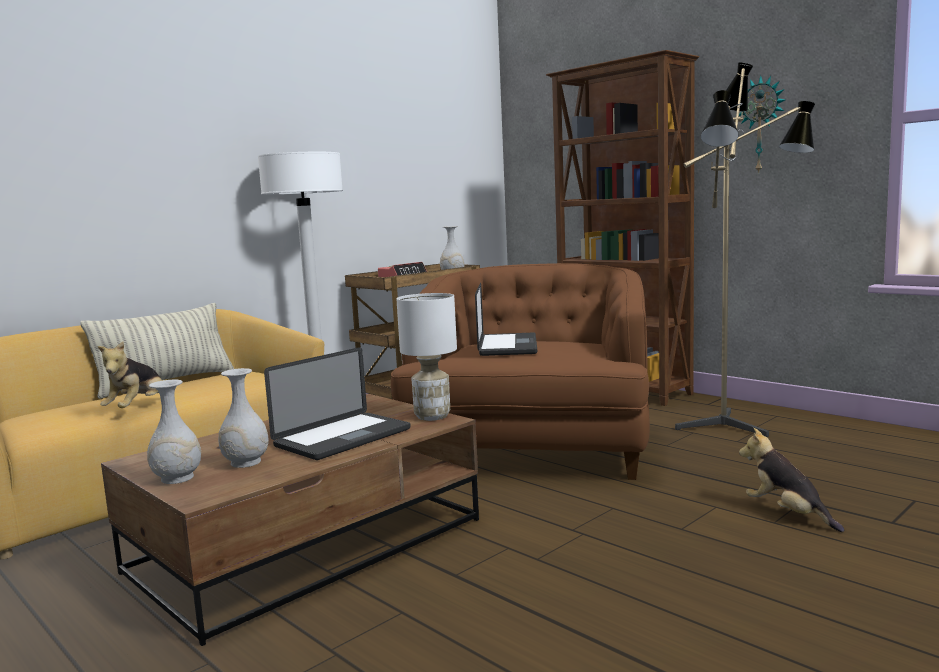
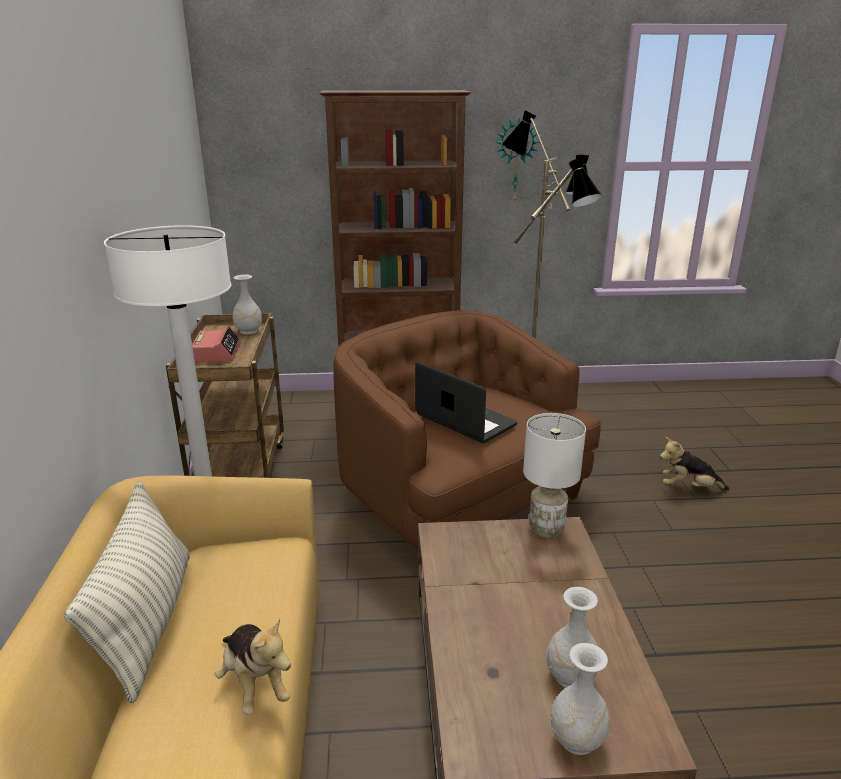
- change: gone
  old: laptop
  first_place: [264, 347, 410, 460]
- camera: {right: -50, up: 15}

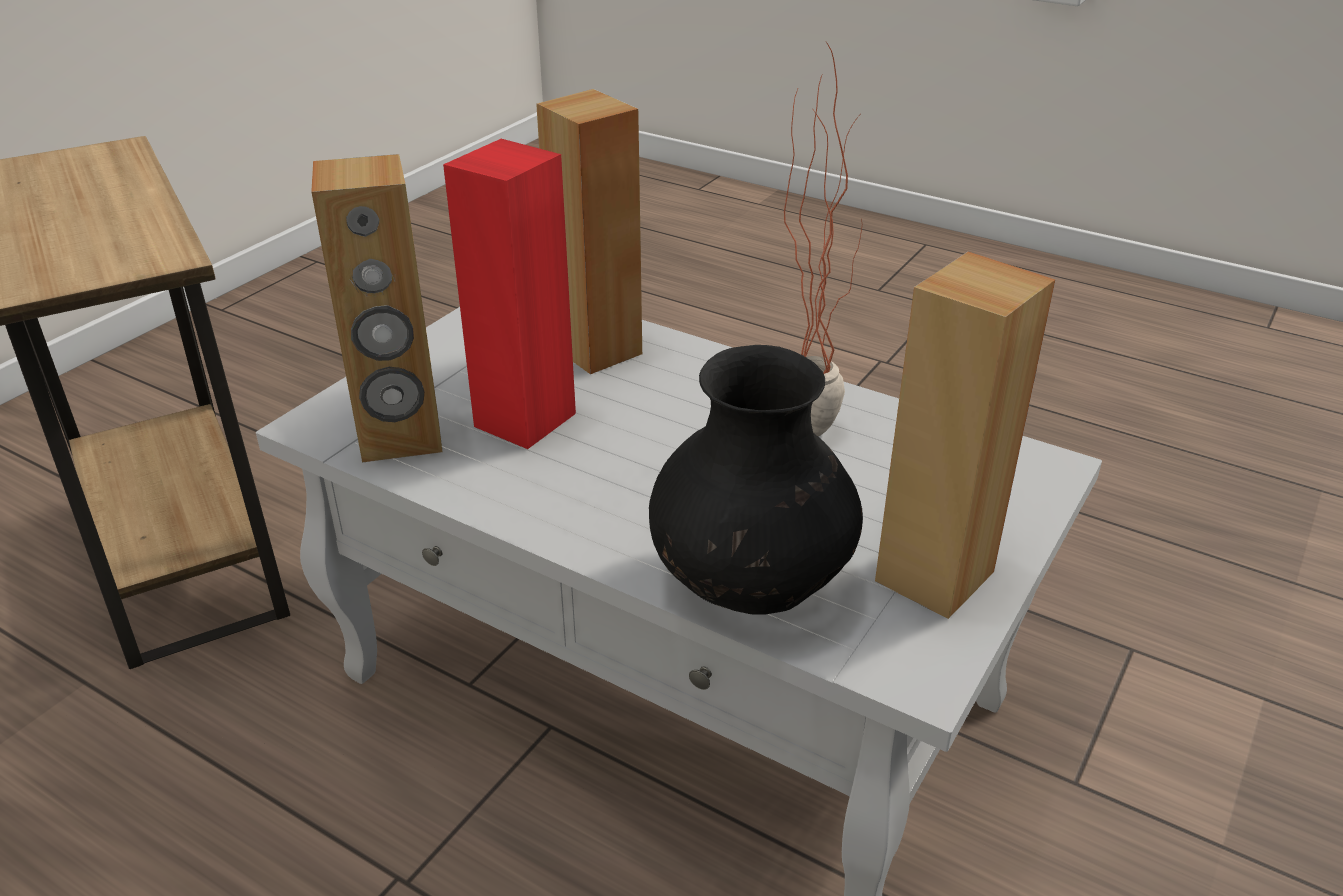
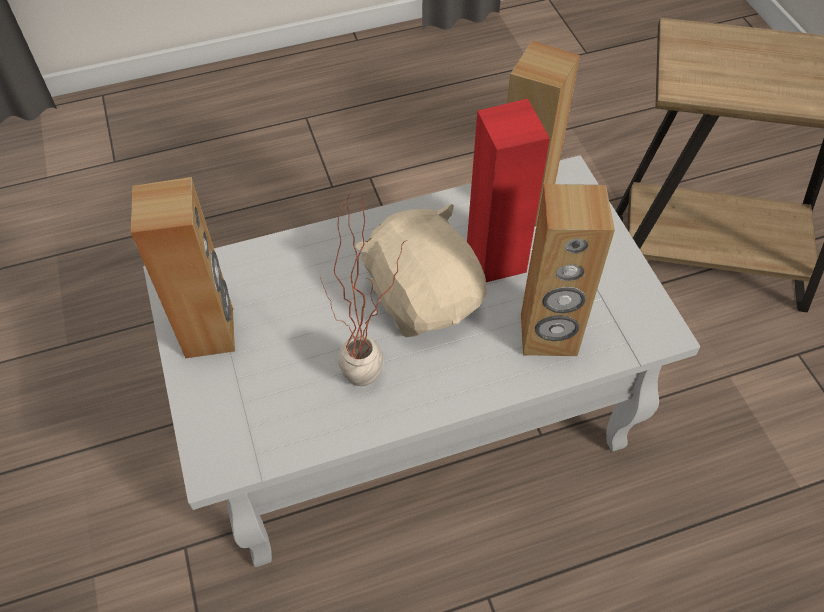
- change: gone
  old: black vase
  first_place: [649, 345, 863, 615]
- change: new
  new: beige plush toy
  second_place: [356, 204, 487, 337]
- camera: {right: 130, up: 20}

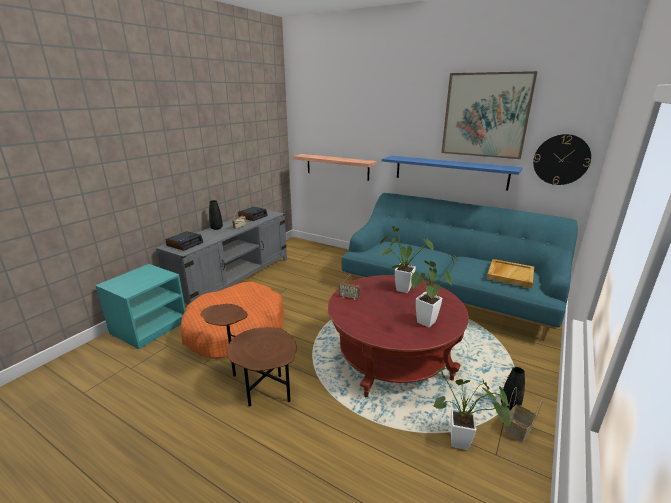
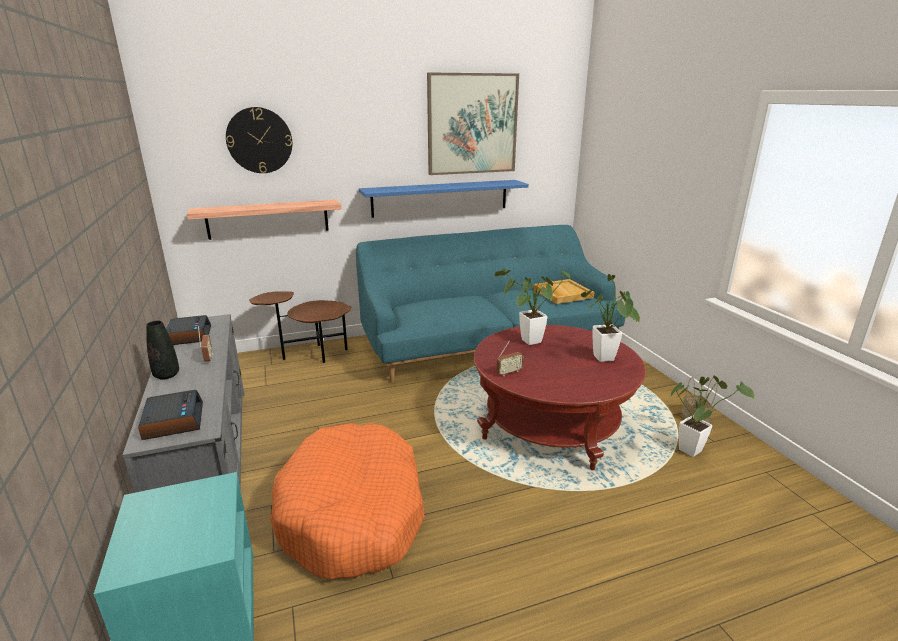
- change: shifted
  old: brown side table
  first_place: [200, 304, 297, 406]
  second_place: [249, 291, 351, 363]
- change: gone
  old: black vase
  first_place: [501, 367, 525, 410]
- change: shifted
  old: wall clock
  first_place: [533, 134, 591, 185]
  second_place: [226, 107, 292, 173]
- camera: {right: -50, up: 0}

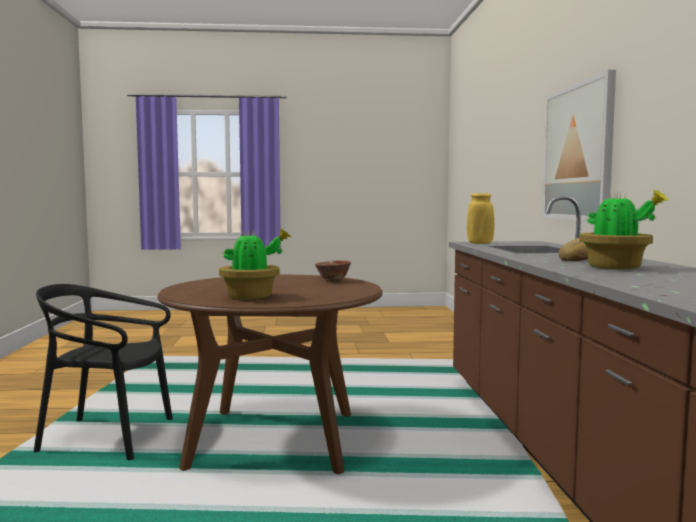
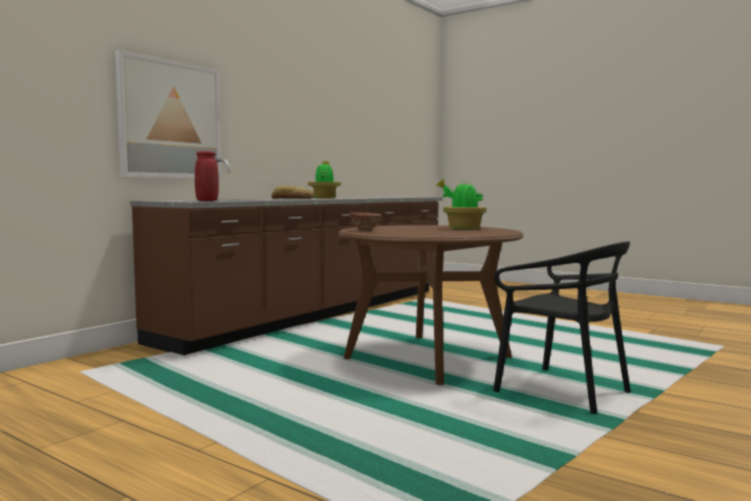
- change: repainted
  old: yellow vase
  new: red vase
  first_place: [467, 193, 494, 244]
  second_place: [195, 151, 219, 201]
- camera: {right: -140, up: 0}

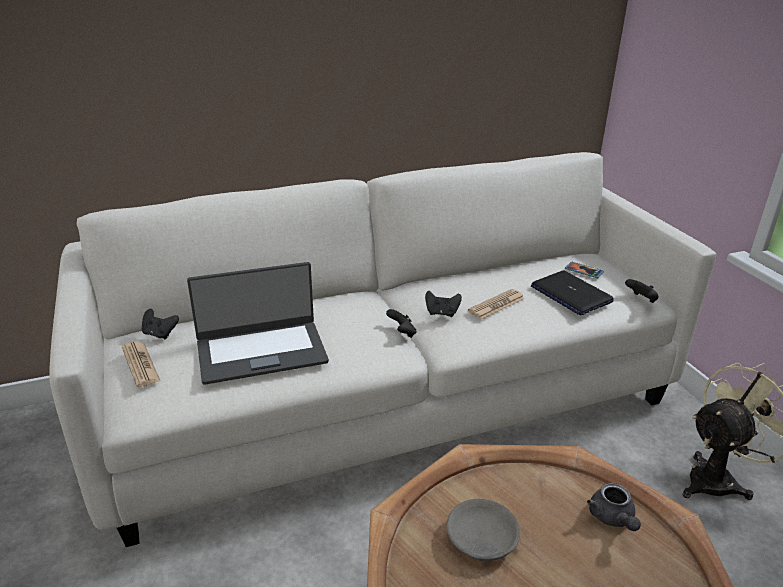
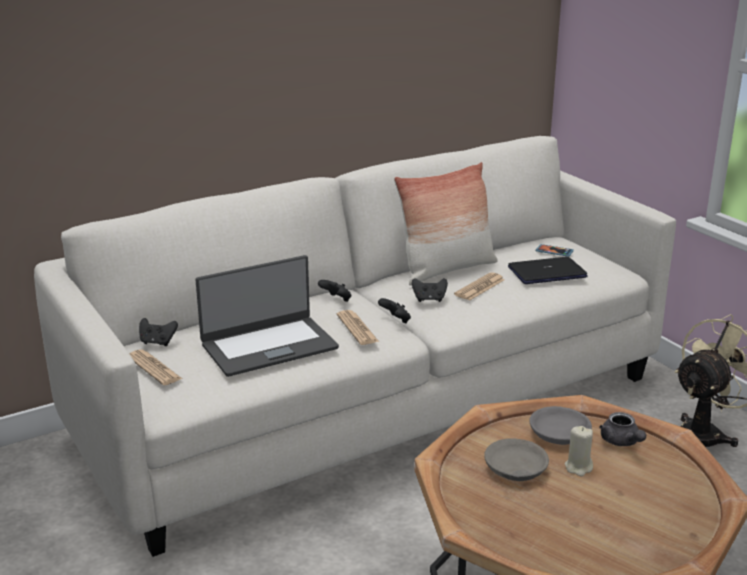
- change: rotated
  old: laptop
  first_place: [531, 271, 614, 315]
  second_place: [508, 257, 588, 284]
  degrees: 120
- change: shifted
  old: black game controller
  first_place: [625, 279, 658, 303]
  second_place: [318, 280, 351, 302]
- change: new
  new: newspaper
  second_place: [337, 310, 379, 345]
- change: new
  new: pillow
  second_place: [394, 162, 498, 286]
- change: new
  new: grey bowl
  second_place: [529, 406, 592, 445]
- change: new
  new: beige candle
  second_place: [565, 426, 593, 477]
- camera: {right: -10, up: -5}

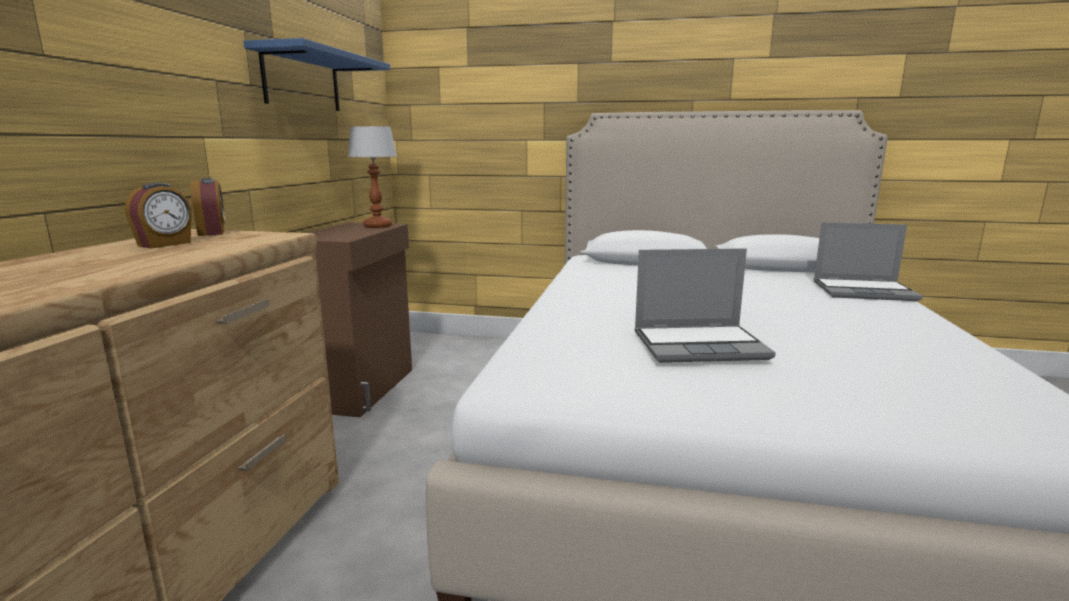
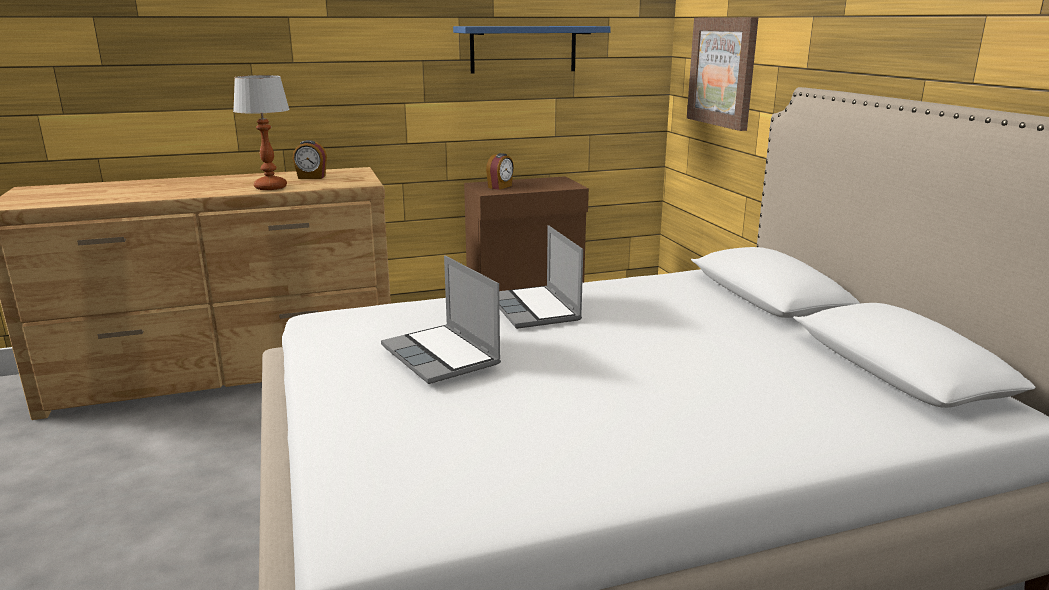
- change: shifted
  old: alarm clock
  first_place: [190, 178, 225, 236]
  second_place: [486, 153, 514, 190]
- change: shifted
  old: table lamp
  first_place: [348, 126, 397, 228]
  second_place: [233, 75, 290, 190]
- change: shifted
  old: laptop
  first_place: [814, 222, 923, 301]
  second_place: [499, 225, 583, 329]
- change: new
  new: picture
  second_place: [687, 17, 759, 131]
- camera: {right: 60, up: 5}

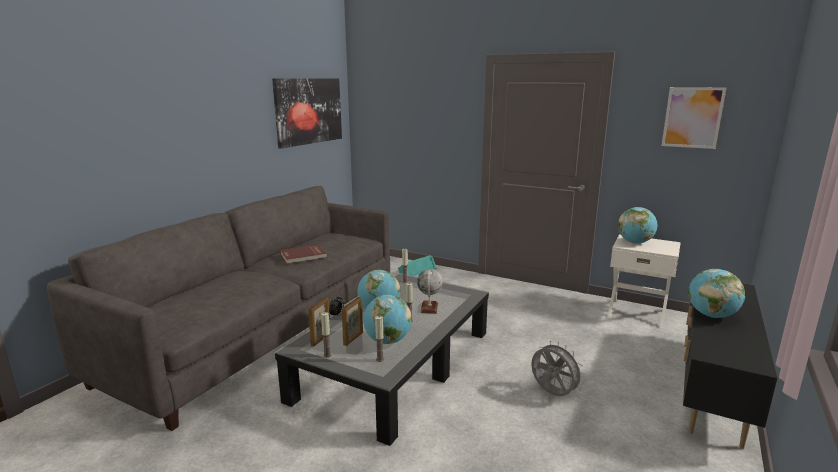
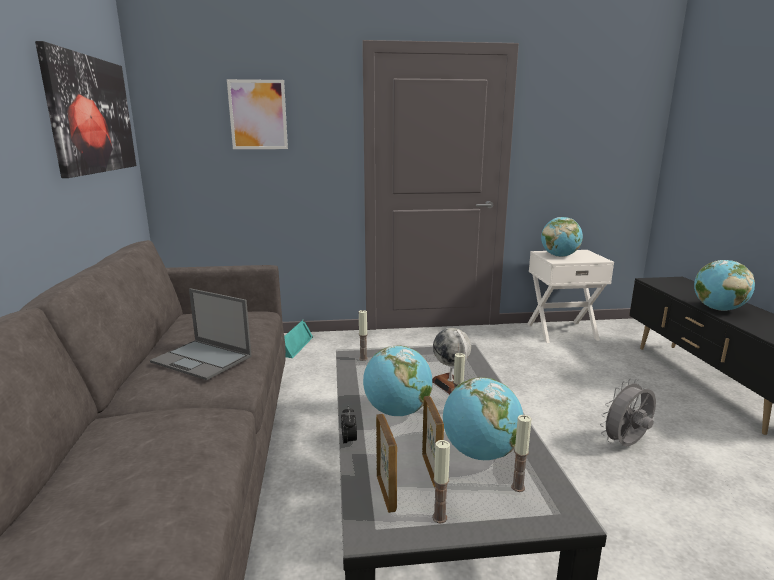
- change: swapped
  old: red book
  new: laptop
  first_place: [280, 245, 327, 264]
  second_place: [150, 288, 252, 380]
- change: rotated
  old: grey fan
  first_place: [531, 341, 585, 396]
  second_place: [600, 379, 656, 447]
  degrees: -45
- change: shifted
  old: picture
  first_place: [661, 87, 727, 149]
  second_place: [227, 79, 288, 149]
- camera: {right: -35, up: 0}

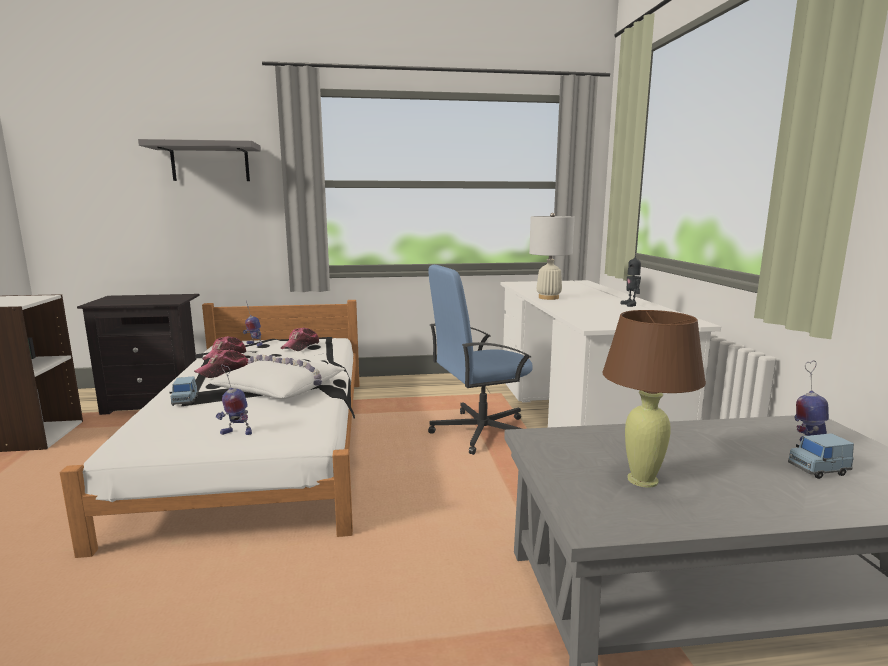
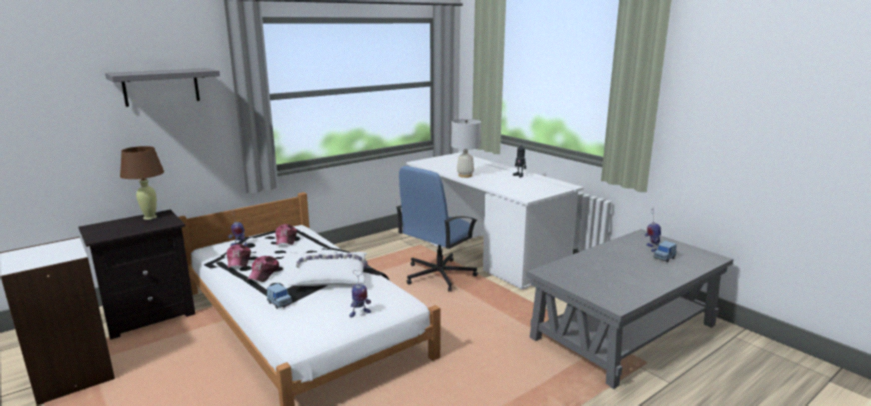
- change: shifted
  old: brown table lamp
  first_place: [602, 310, 706, 488]
  second_place: [120, 146, 164, 220]
- camera: {right: -30, up: 5}

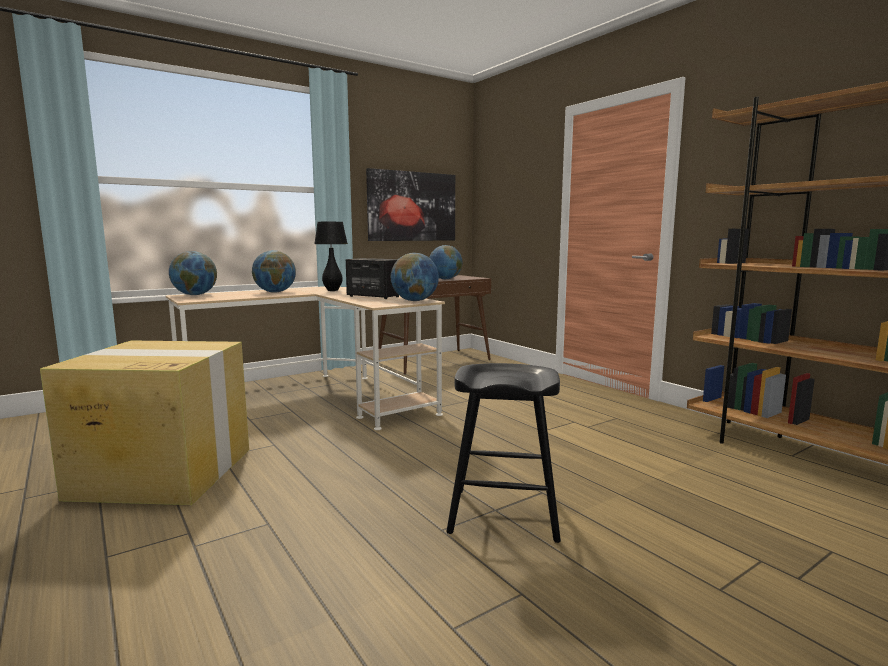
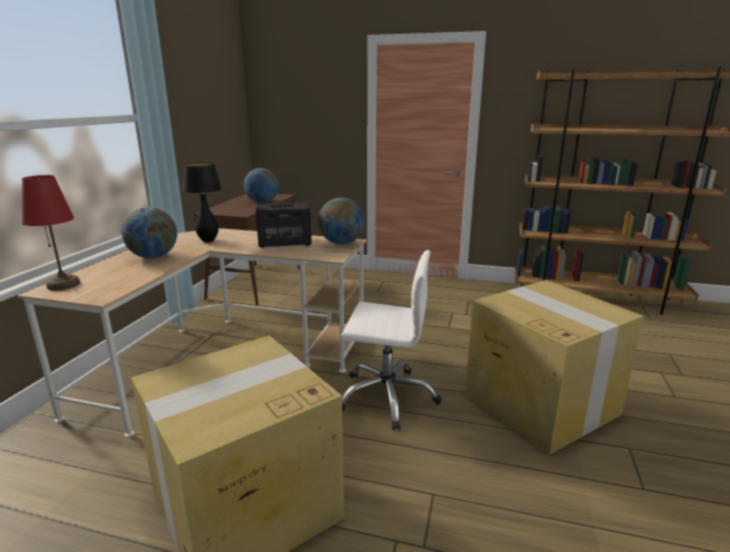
- change: swapped
  old: globe
  new: red table lamp
  first_place: [169, 251, 217, 295]
  second_place: [22, 175, 80, 291]
- change: gone
  old: picture
  first_place: [366, 168, 455, 241]
- change: swapped
  old: black stool
  new: cardboard box
  first_place: [446, 363, 561, 543]
  second_place: [465, 280, 644, 455]
- change: new
  new: white office chair
  second_place: [341, 250, 441, 430]
- camera: {right: -40, up: 10}

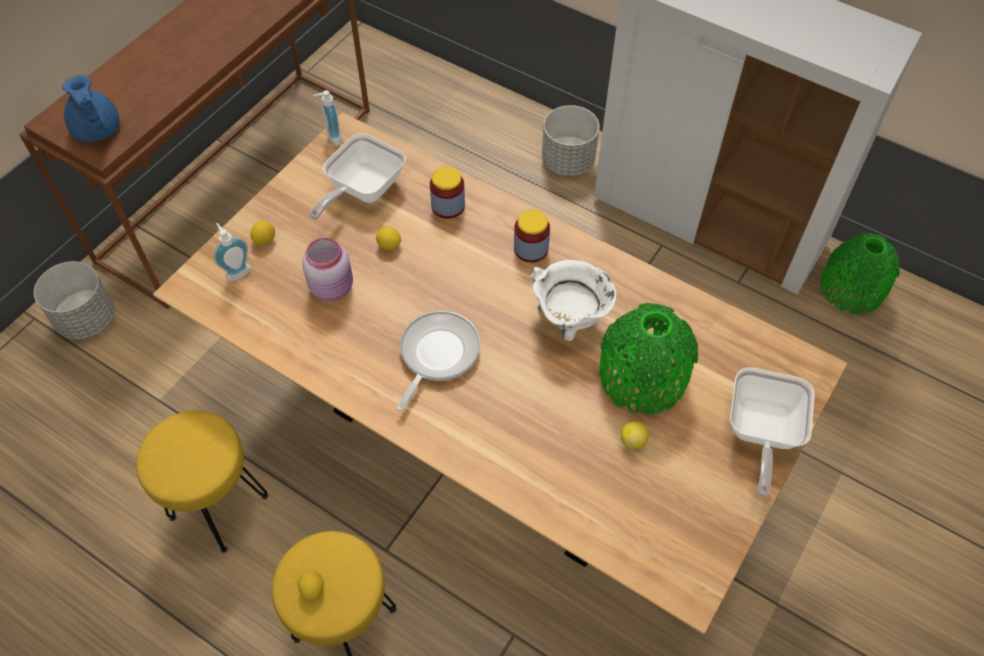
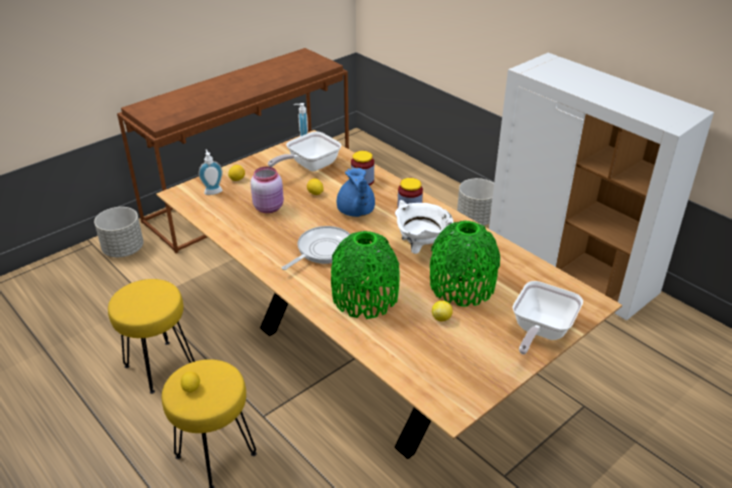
- change: shifted
  old: blue teapot
  first_place: [62, 75, 120, 142]
  second_place: [337, 168, 375, 217]
- change: shifted
  old: green vase
  first_place: [821, 233, 900, 315]
  second_place: [331, 231, 400, 319]
- camera: {right: 15, up: -20}

